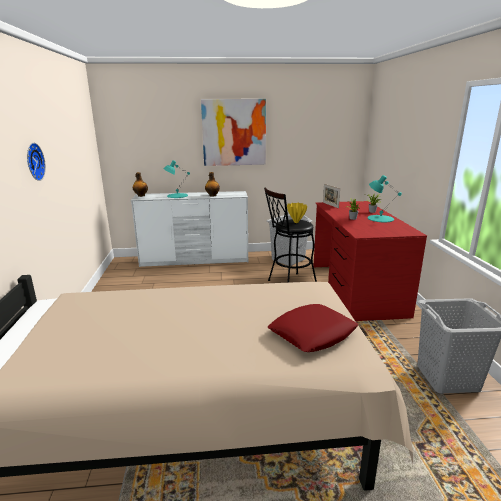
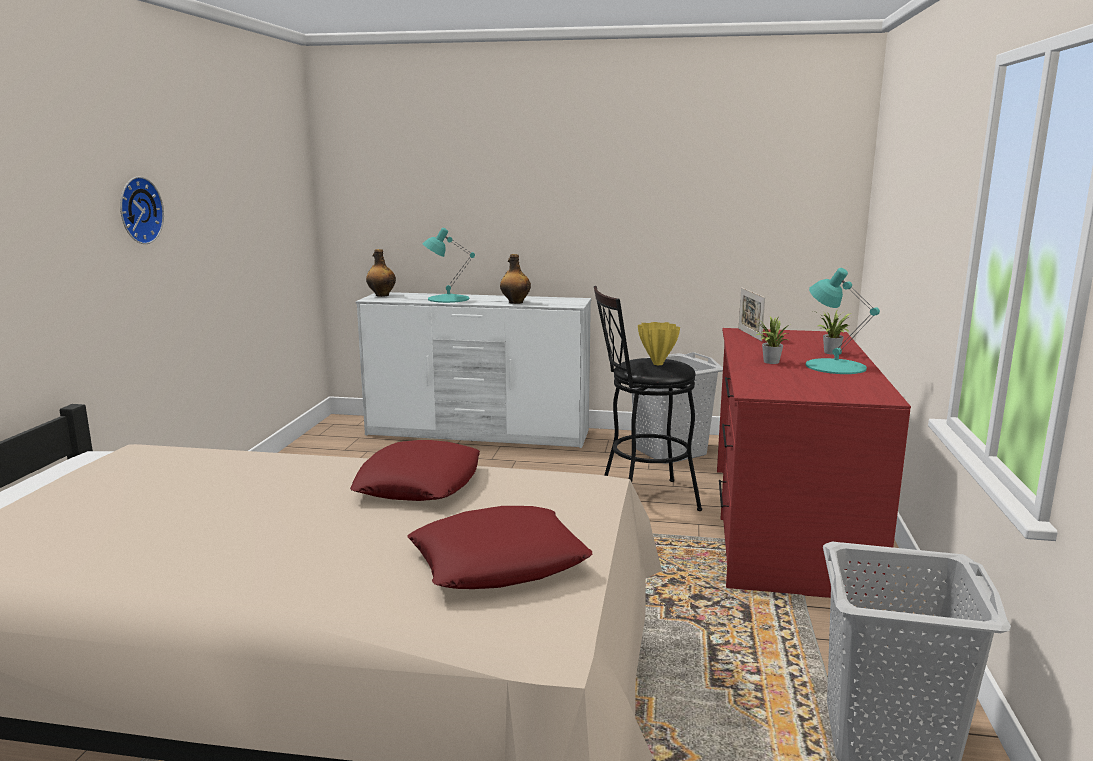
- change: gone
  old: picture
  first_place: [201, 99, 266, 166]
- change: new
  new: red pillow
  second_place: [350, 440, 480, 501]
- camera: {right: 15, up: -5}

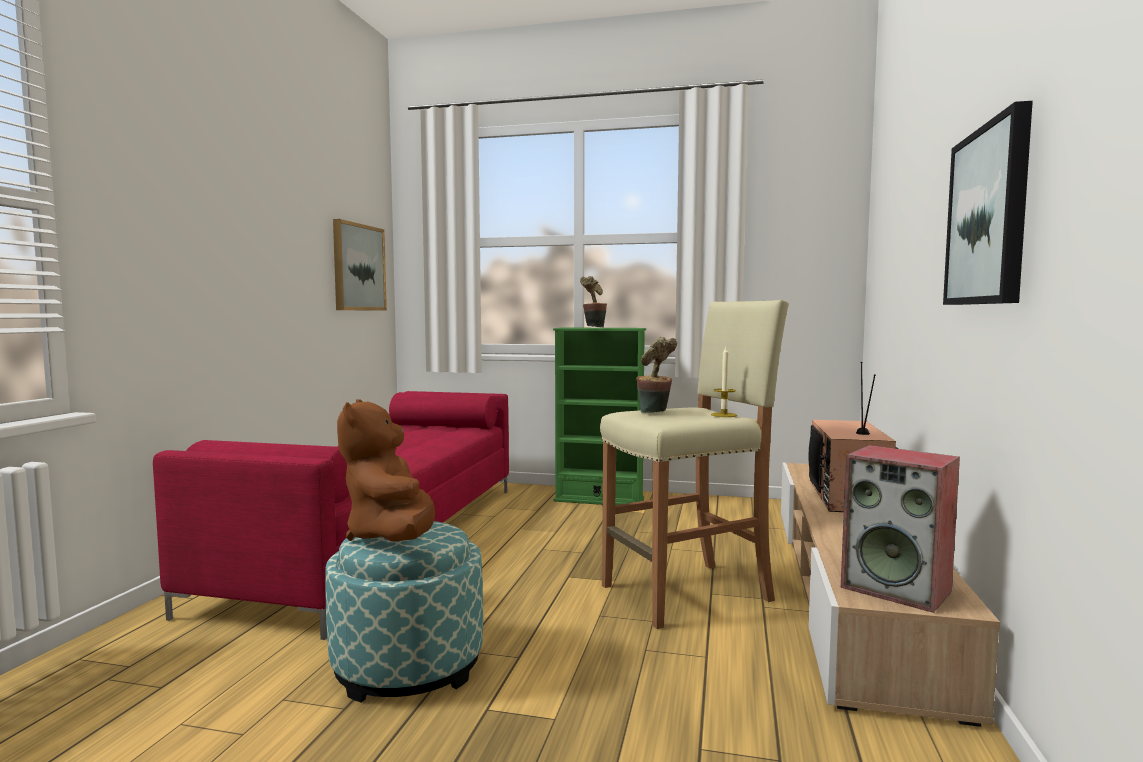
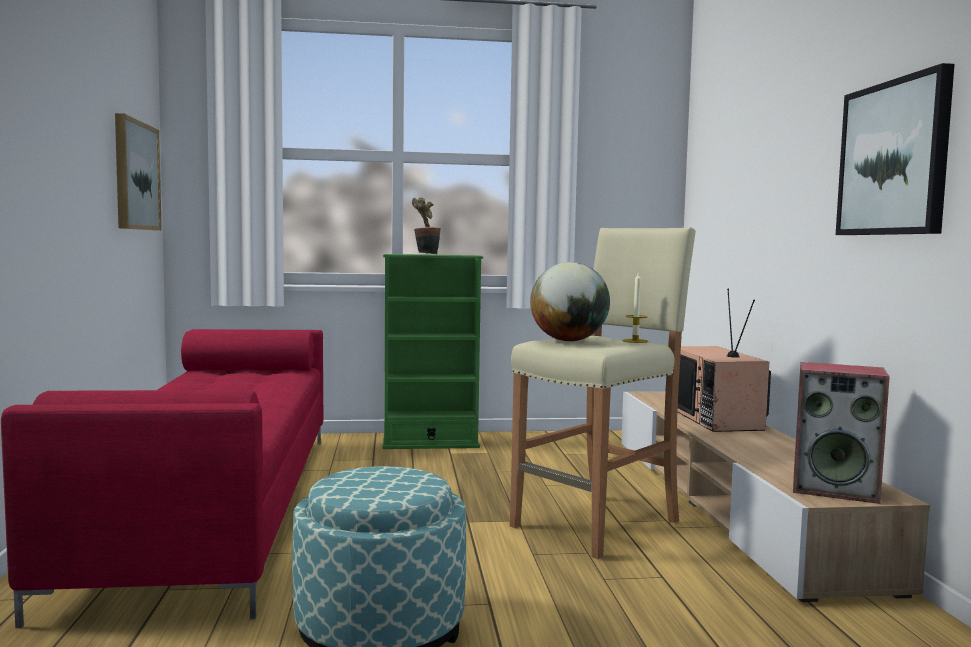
- change: gone
  old: brown plush toy
  first_place: [337, 399, 435, 541]
- change: swapped
  old: potted plant
  new: globe
  first_place: [636, 337, 677, 413]
  second_place: [530, 262, 610, 341]
- camera: {right: -20, up: 0}

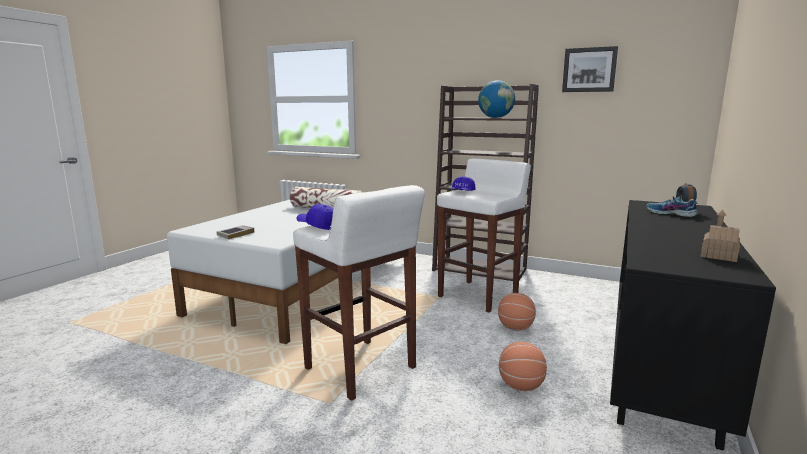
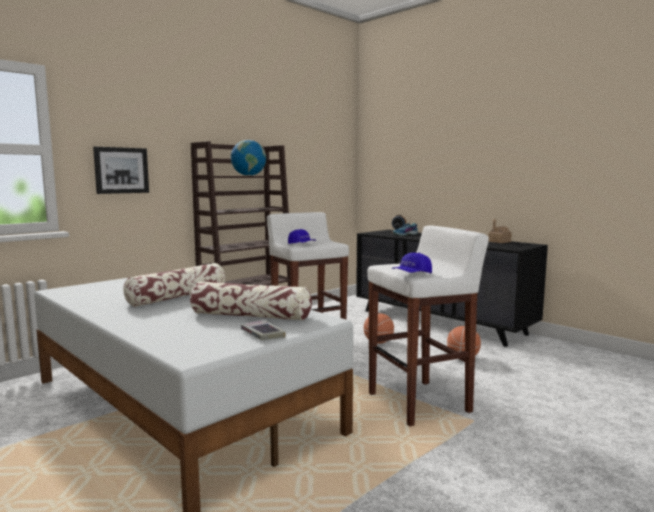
- change: shifted
  old: picture
  first_place: [562, 46, 618, 92]
  second_place: [93, 147, 149, 194]
- change: new
  new: pillow
  second_place: [190, 281, 312, 321]
- camera: {right: -70, up: -5}

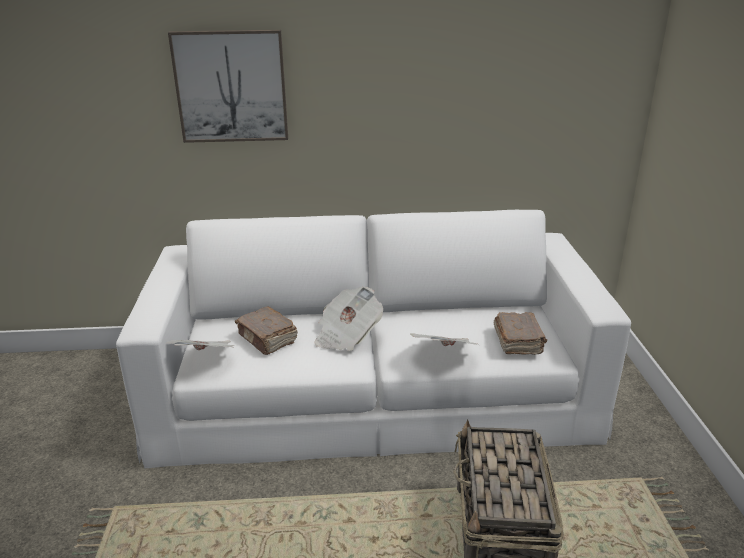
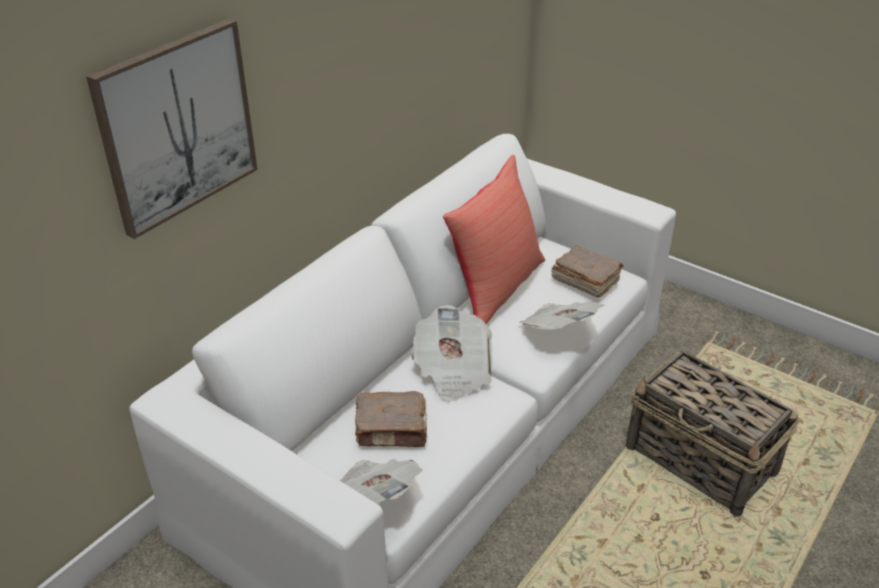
- change: new
  new: red pillow
  second_place: [443, 154, 545, 324]
- camera: {right: -50, up: 10}

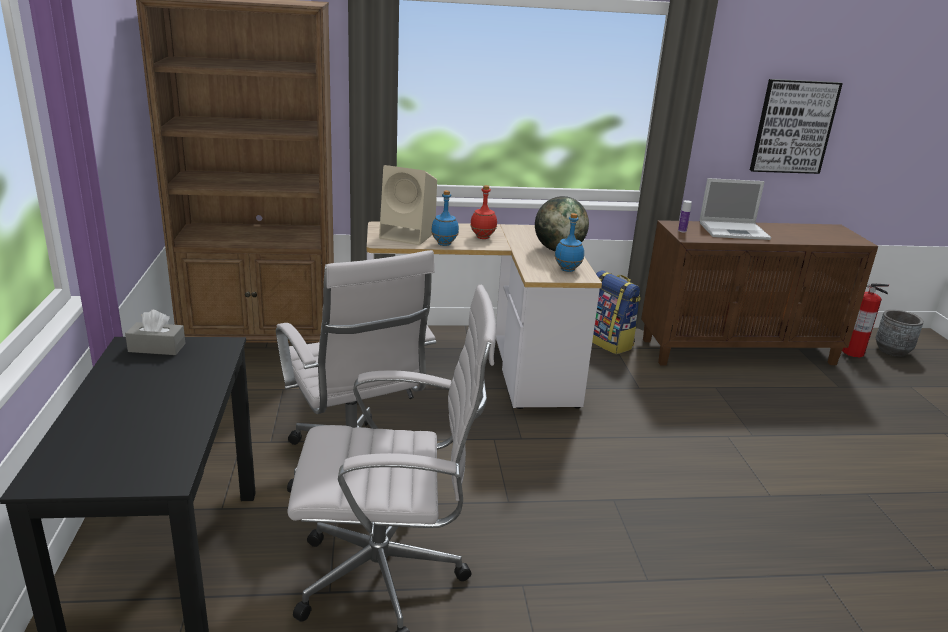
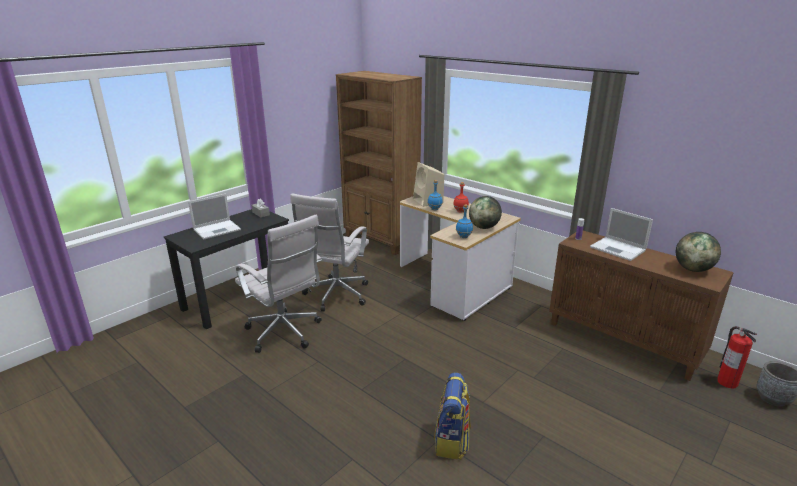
- change: shifted
  old: backpack
  first_place: [592, 270, 641, 354]
  second_place: [434, 372, 471, 460]
- change: gone
  old: picture
  first_place: [750, 79, 843, 174]
- change: new
  new: laptop
  second_place: [188, 194, 241, 240]
- change: new
  new: globe
  second_place: [676, 232, 721, 272]
- camera: {right: 50, up: 0}

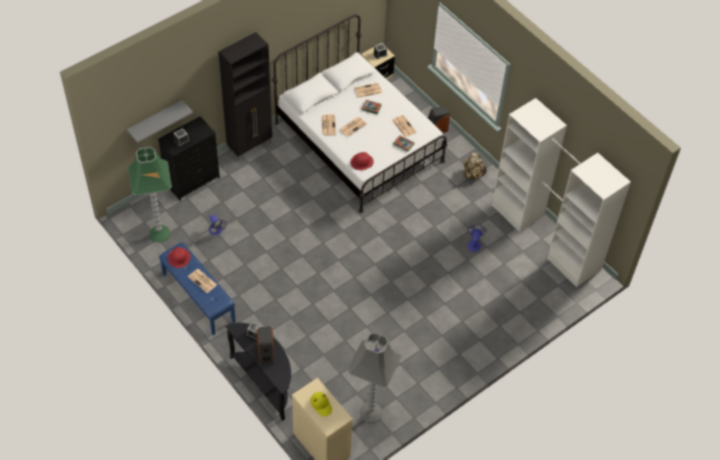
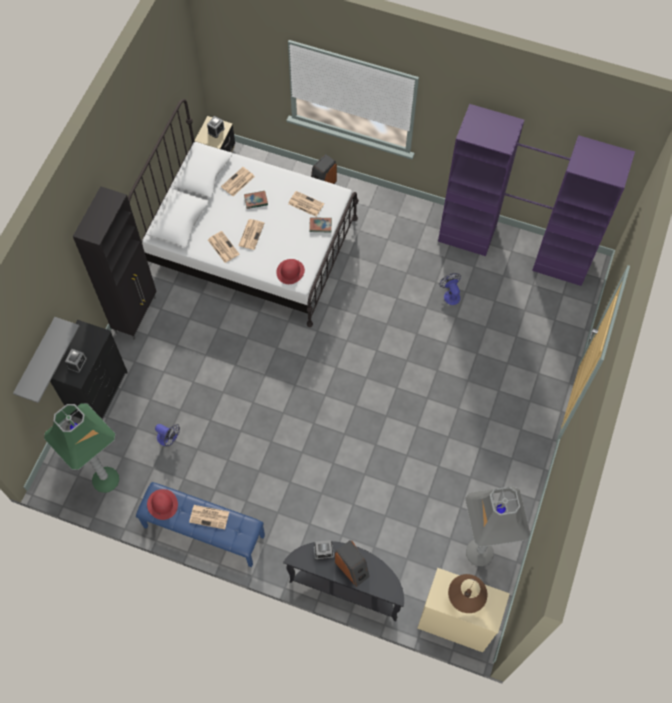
- change: swapped
  old: yellow hat
  new: brown table lamp
  first_place: [310, 392, 332, 416]
  second_place: [448, 574, 487, 613]
- change: gone
  old: beige backpack
  first_place: [463, 153, 486, 179]
- change: repainted
  old: white wardrobe
  new: purple wardrobe
  first_place: [492, 98, 631, 287]
  second_place: [438, 104, 635, 286]
- camera: {right: -30, up: 10}

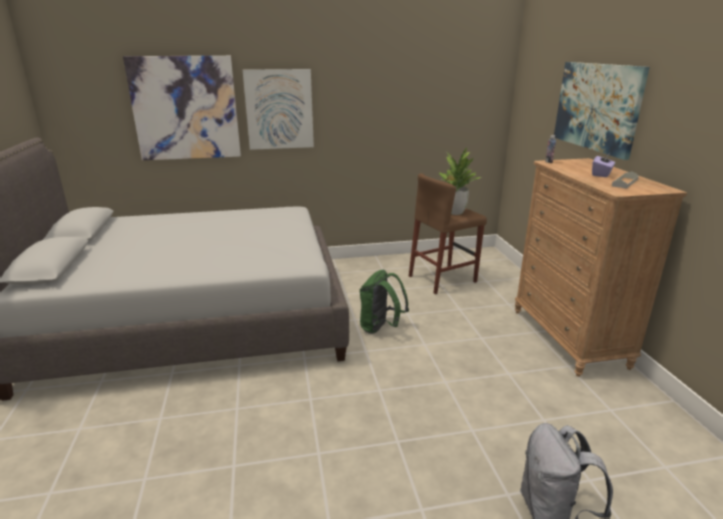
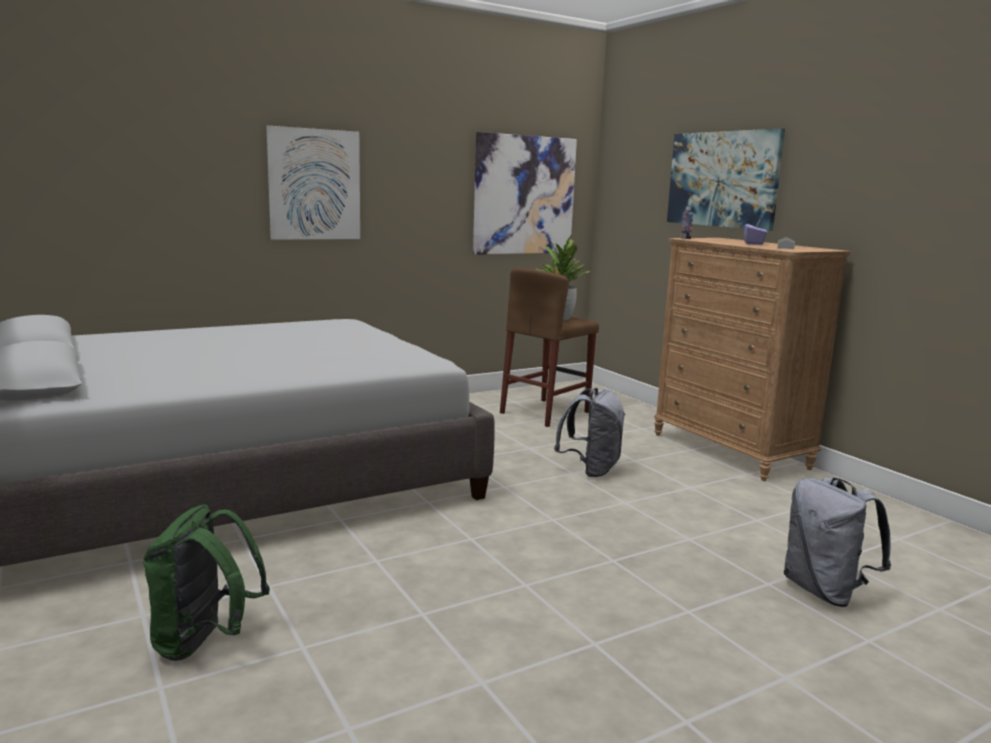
- change: shifted
  old: picture
  first_place: [123, 56, 241, 160]
  second_place: [473, 132, 577, 255]
- change: shifted
  old: green backpack
  first_place: [359, 270, 409, 334]
  second_place: [143, 505, 270, 661]
- change: new
  new: grey backpack
  second_place: [554, 388, 625, 477]
- camera: {right: -20, up: -10}

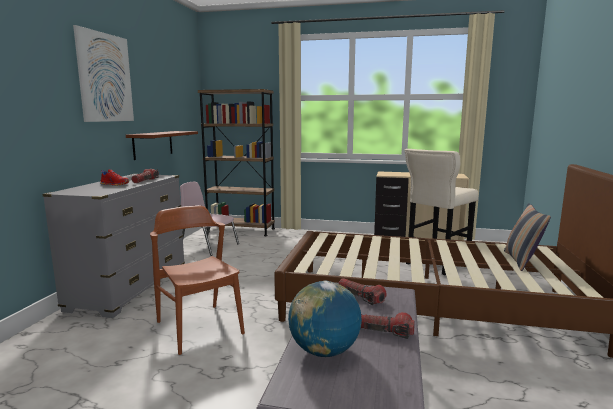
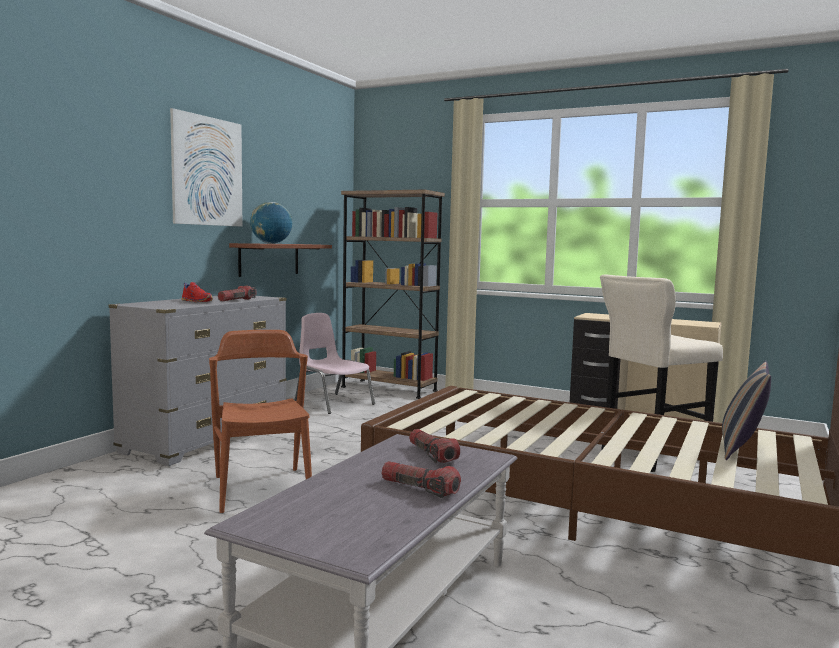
- change: shifted
  old: globe
  first_place: [288, 281, 362, 357]
  second_place: [250, 202, 292, 244]
- camera: {right: 15, up: -5}

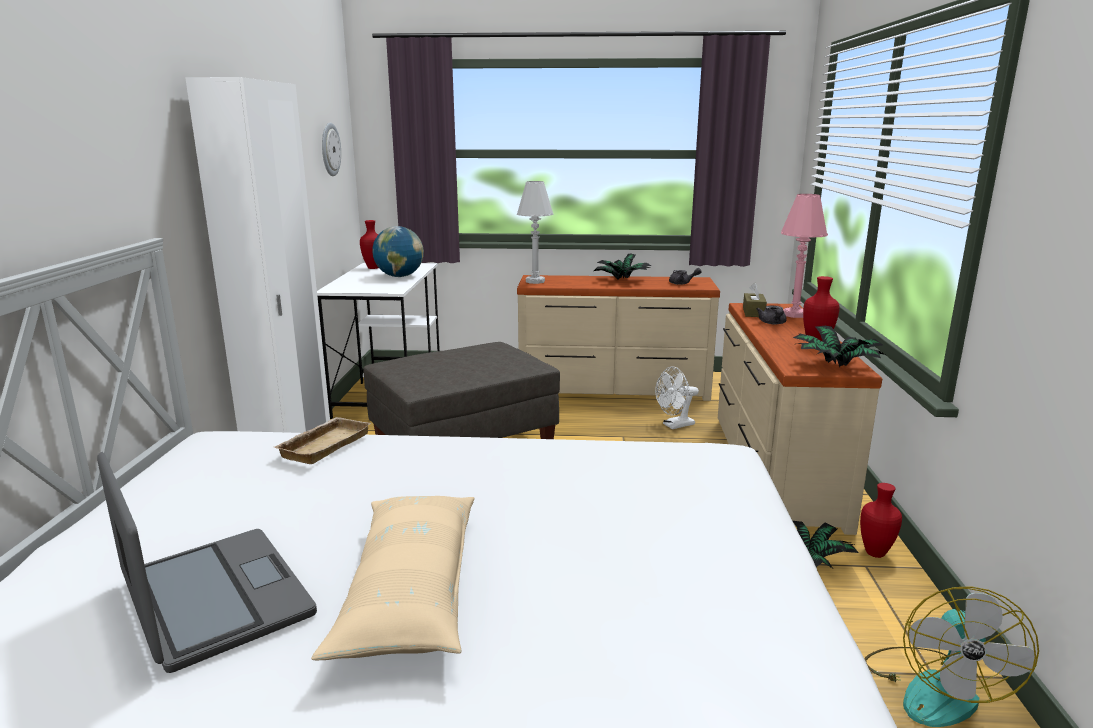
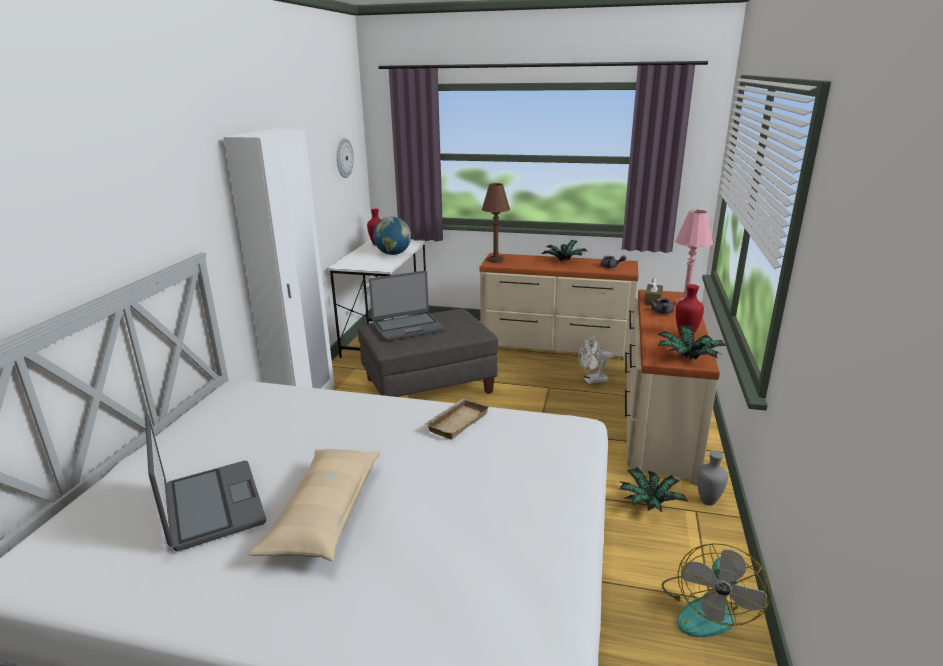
- change: shifted
  old: beige tray
  first_place: [275, 417, 371, 464]
  second_place: [425, 398, 490, 439]
- change: repainted
  old: white table lamp
  new: brown table lamp
  first_place: [517, 181, 554, 284]
  second_place: [482, 183, 510, 263]
- change: repainted
  old: red vase
  new: grey vase
  first_place: [860, 483, 902, 558]
  second_place: [697, 451, 728, 506]
- change: new
  new: laptop
  second_place: [369, 271, 444, 341]
- camera: {right: 10, up: 5}

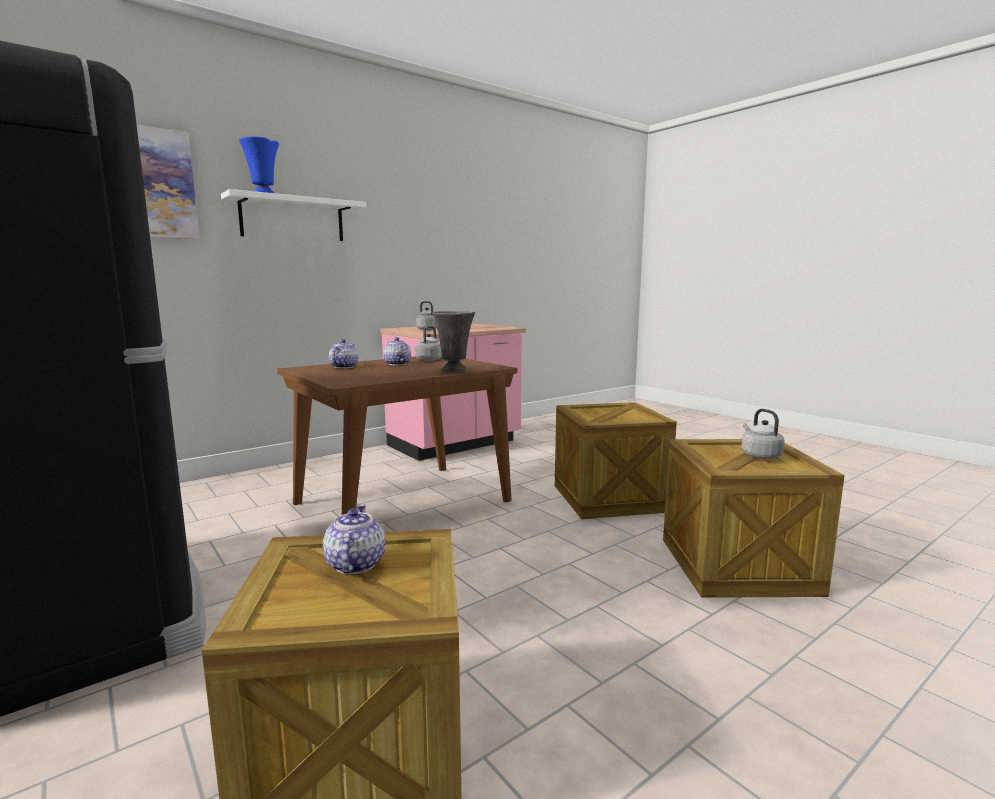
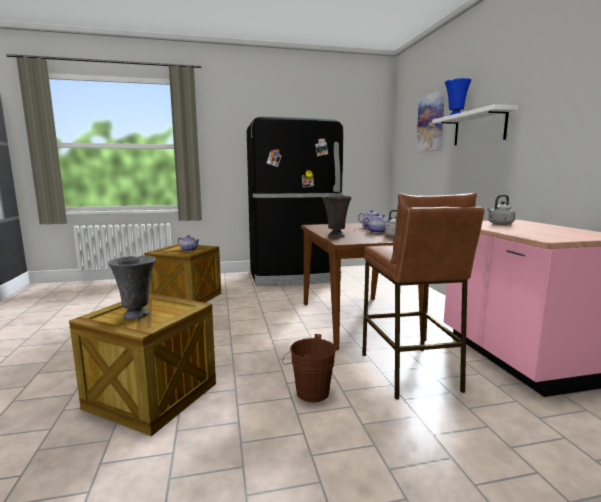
- change: swapped
  old: crate
  new: brown bucket
  first_place: [555, 402, 677, 519]
  second_place: [282, 334, 336, 402]
- change: swapped
  old: grey kettle
  new: grey vase
  first_place: [741, 409, 785, 459]
  second_place: [108, 255, 156, 320]
- change: new
  new: brown stool
  second_place: [362, 193, 485, 400]
- camera: {right: 115, up: 0}

